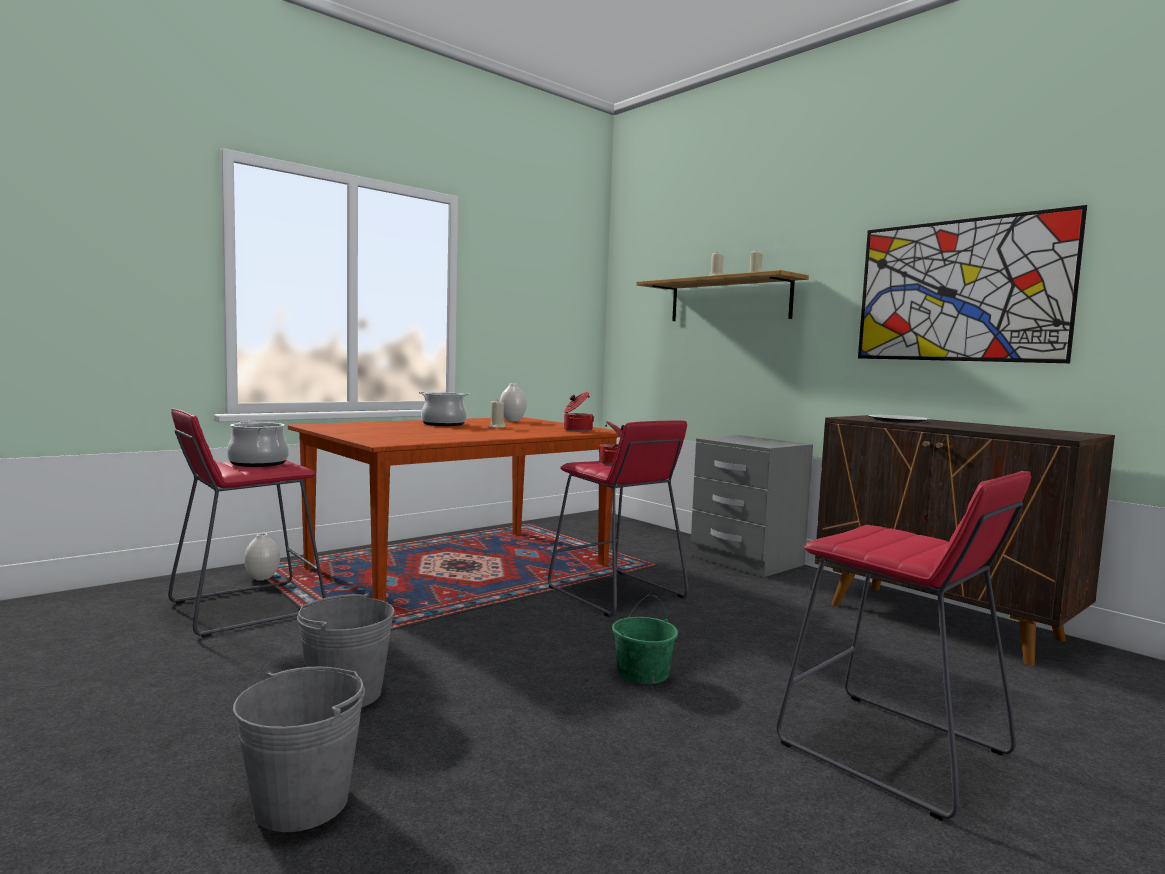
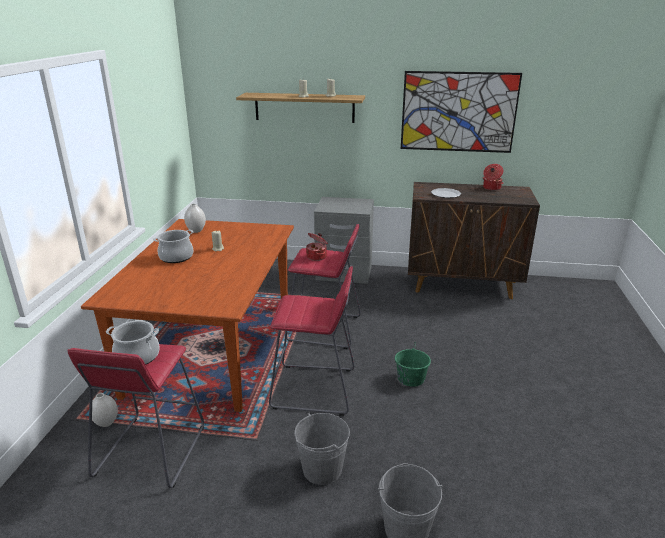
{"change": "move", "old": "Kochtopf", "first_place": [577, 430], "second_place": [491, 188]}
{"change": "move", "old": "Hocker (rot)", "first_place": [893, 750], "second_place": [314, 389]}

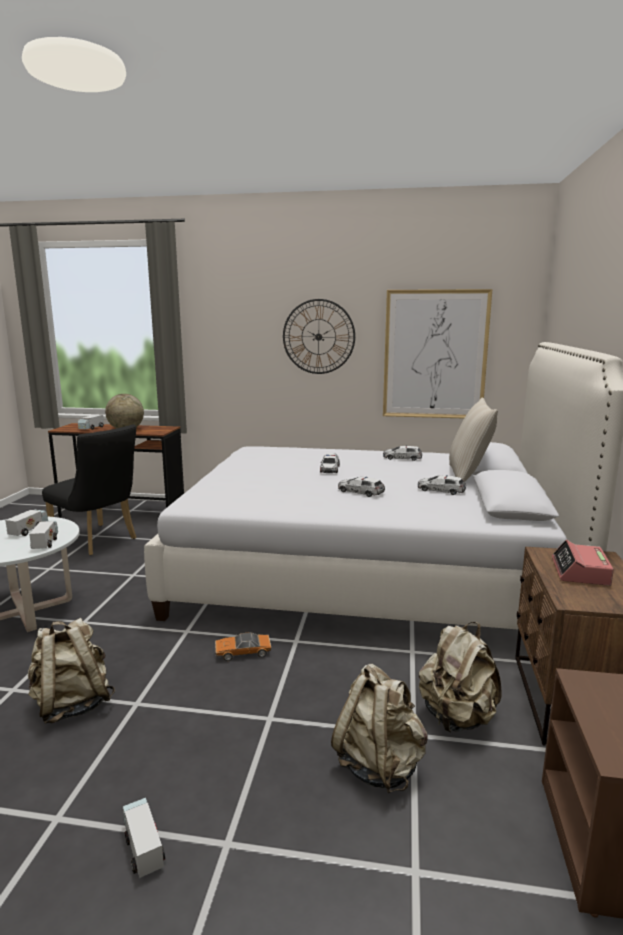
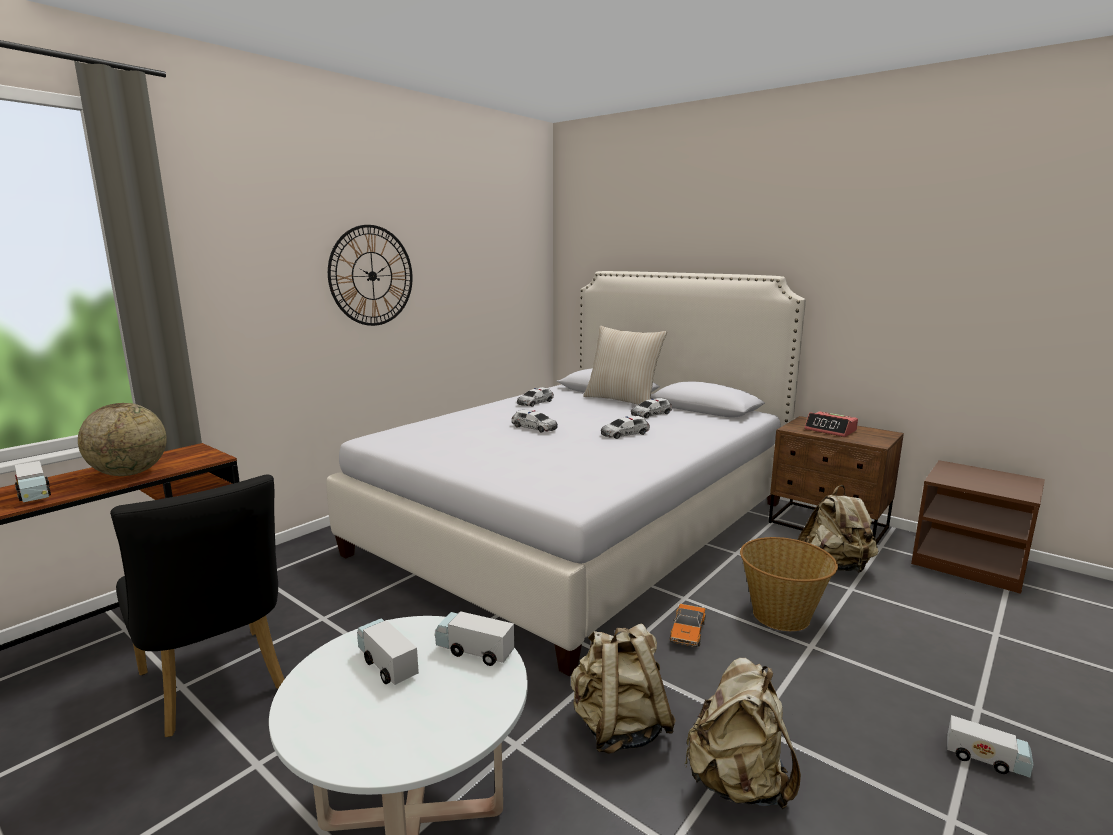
{"change": "delete", "old": "Bild", "first_place": [435, 355]}
{"change": "insert", "new": "Korb", "second_place": [781, 615]}
{"change": "move", "old": "Rucksack (beige)", "first_place": [380, 765], "second_place": [619, 728]}
{"change": "rotate", "old": "Stuhl (schwarz)", "first_place": [98, 541], "second_place": [217, 687], "degrees": 75}
{"change": "rotate", "old": "Spielzeuglaster", "first_place": [143, 846], "second_place": [986, 759], "degrees": -150}

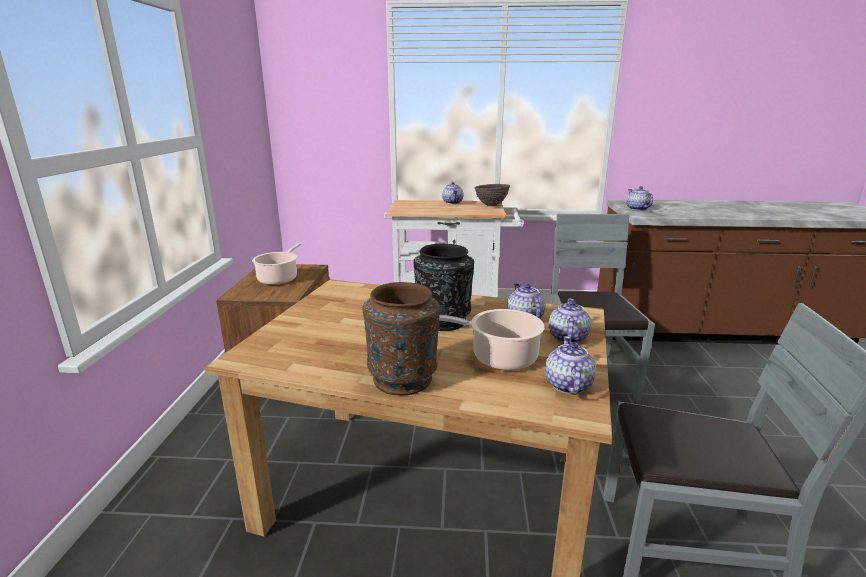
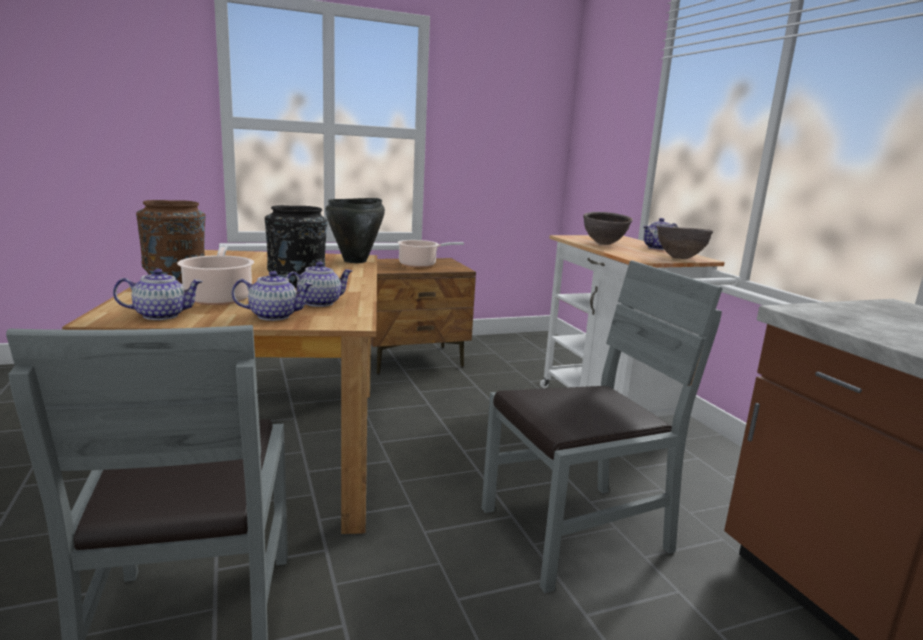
{"change": "delete", "old": "Teekanne", "first_place": [637, 209]}
{"change": "insert", "new": "Kochtopf (schwarz)", "second_place": [355, 261]}
{"change": "insert", "new": "Schüssel (braun)", "second_place": [604, 244]}

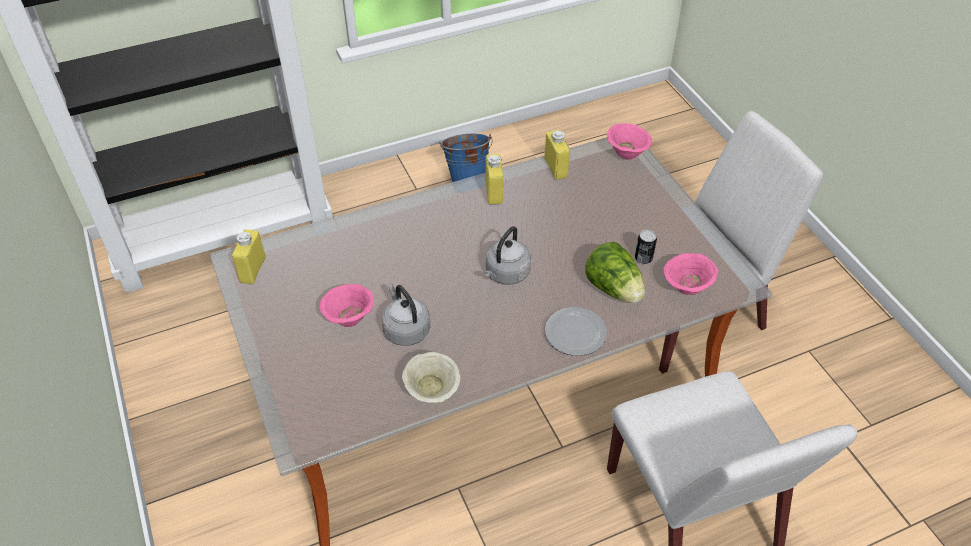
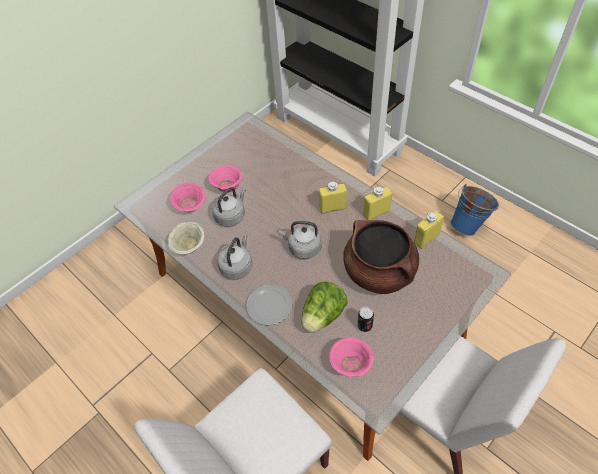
{"change": "insert", "new": "Wasserkessel (grau)", "second_place": [237, 266]}
{"change": "insert", "new": "Kochtopf (braun)", "second_place": [379, 272]}
{"change": "move", "old": "Flasche (gelb)", "first_place": [253, 270], "second_place": [332, 207]}
{"change": "move", "old": "Schüssel (rosa)", "first_place": [626, 153], "second_place": [191, 206]}

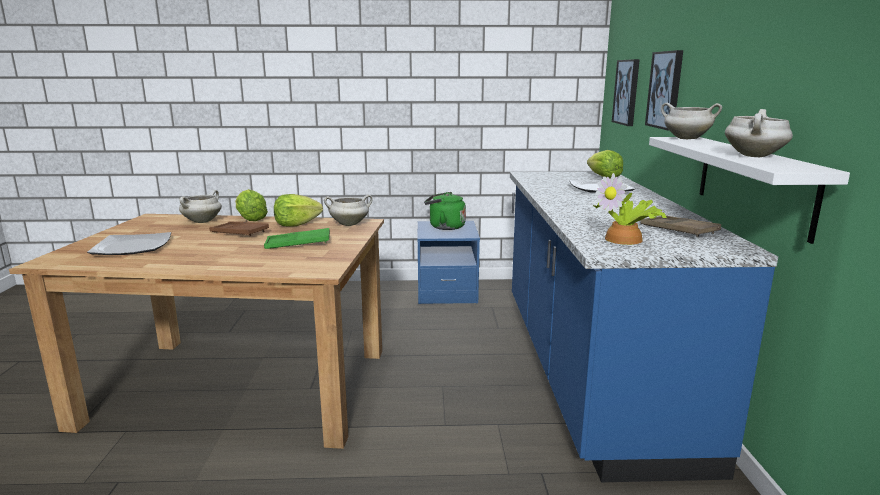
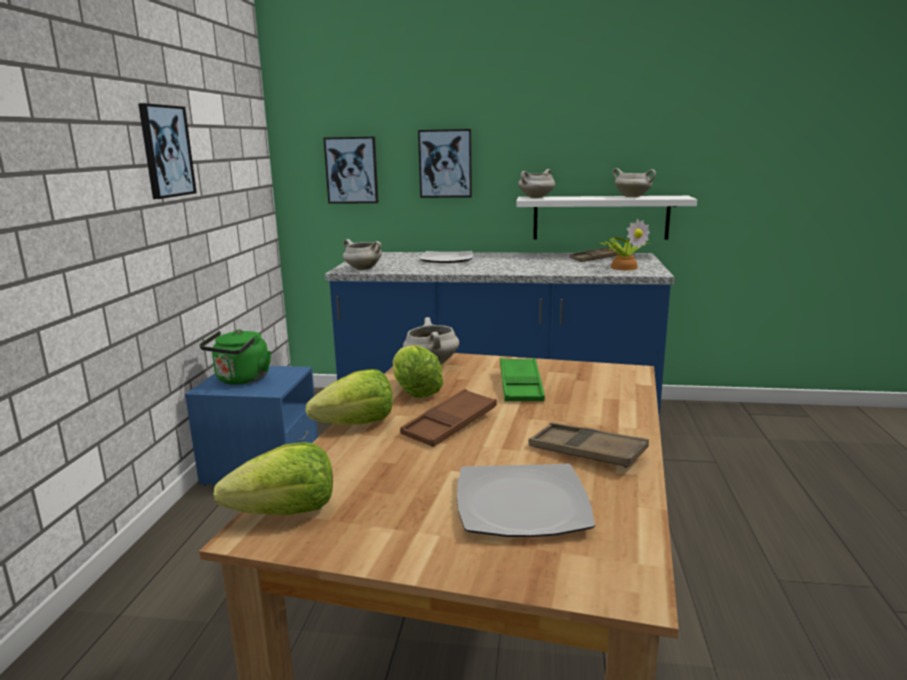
{"change": "insert", "new": "Bild", "second_place": [166, 151]}
{"change": "insert", "new": "Tablett (braun)", "second_place": [586, 452]}
{"change": "move", "old": "Kochtopf (weiß)", "first_place": [202, 221], "second_place": [362, 269]}
{"change": "move", "old": "Salatkopf", "first_place": [603, 177], "second_place": [285, 513]}

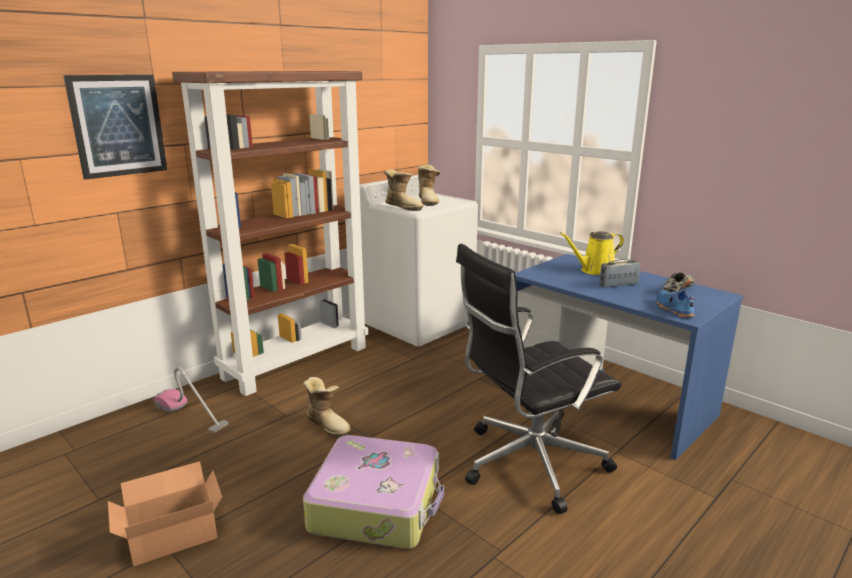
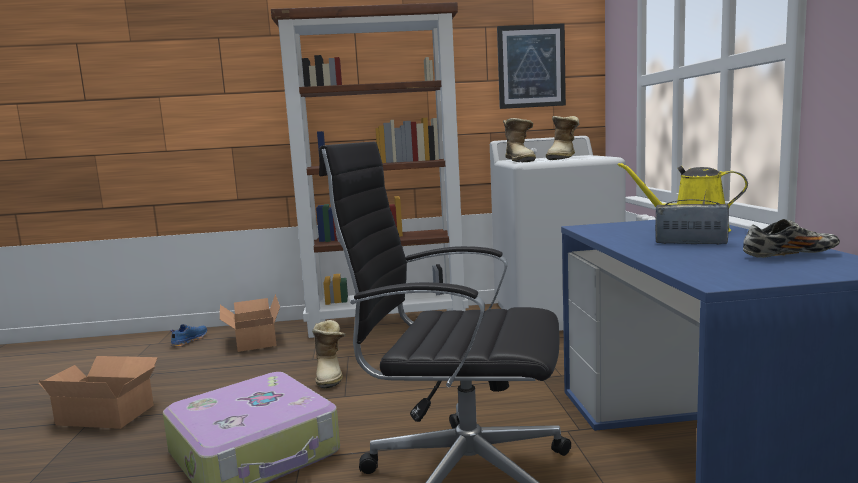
{"change": "move", "old": "Bild", "first_place": [118, 125], "second_place": [531, 66]}
{"change": "move", "old": "Schuh (blau)", "first_place": [673, 309], "second_place": [189, 340]}
{"change": "replace", "old": "Staubsauger", "new": "Karton", "first_place": [191, 415], "second_place": [253, 341]}

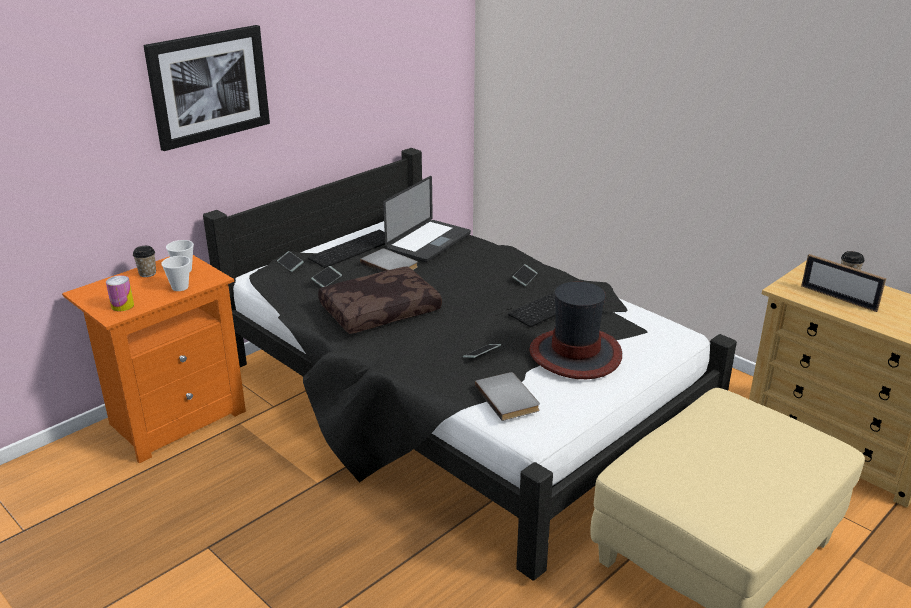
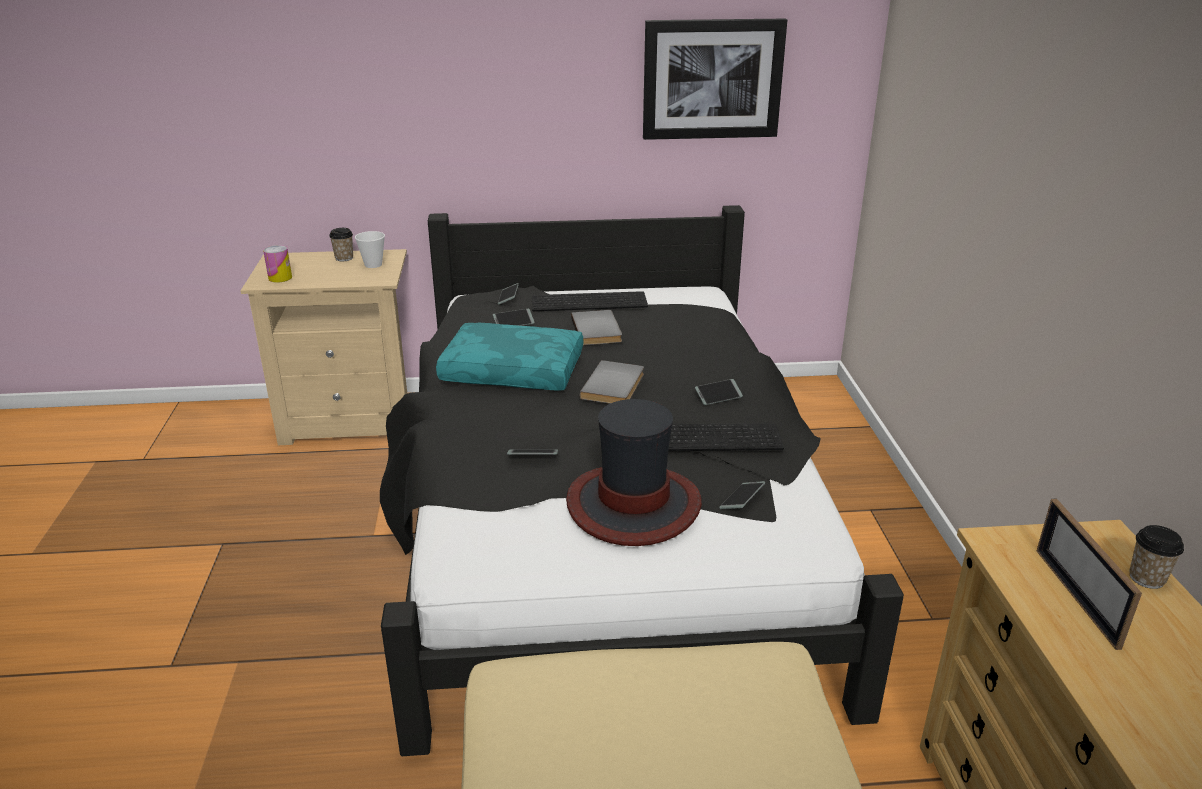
{"change": "delete", "old": "Tasse", "first_place": [180, 287]}
{"change": "delete", "old": "Laptop", "first_place": [428, 242]}
{"change": "insert", "new": "Handy", "second_place": [742, 500]}
{"change": "move", "old": "Bild", "first_place": [209, 86], "second_place": [712, 79]}
{"change": "move", "old": "Buch (grau)", "first_place": [509, 398], "second_place": [615, 386]}
{"change": "recolor", "old": "Nachttisch (orange)", "new": "Nachttisch (beige)", "first_place": [174, 418], "second_place": [351, 420]}
{"change": "recolor", "old": "Kissen (braun)", "new": "Kissen (türkis)", "first_place": [380, 310], "second_place": [514, 371]}

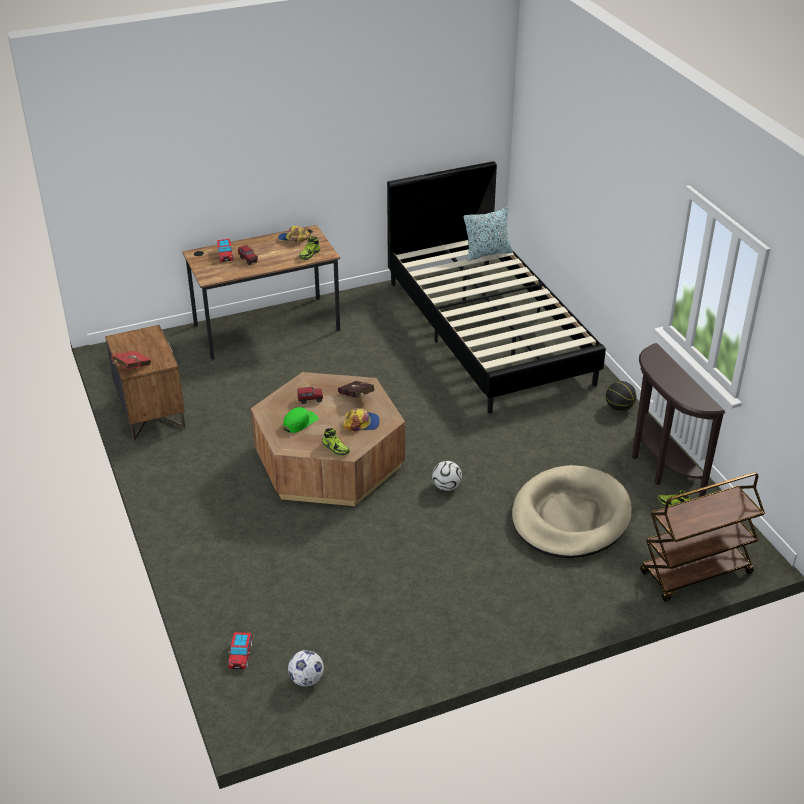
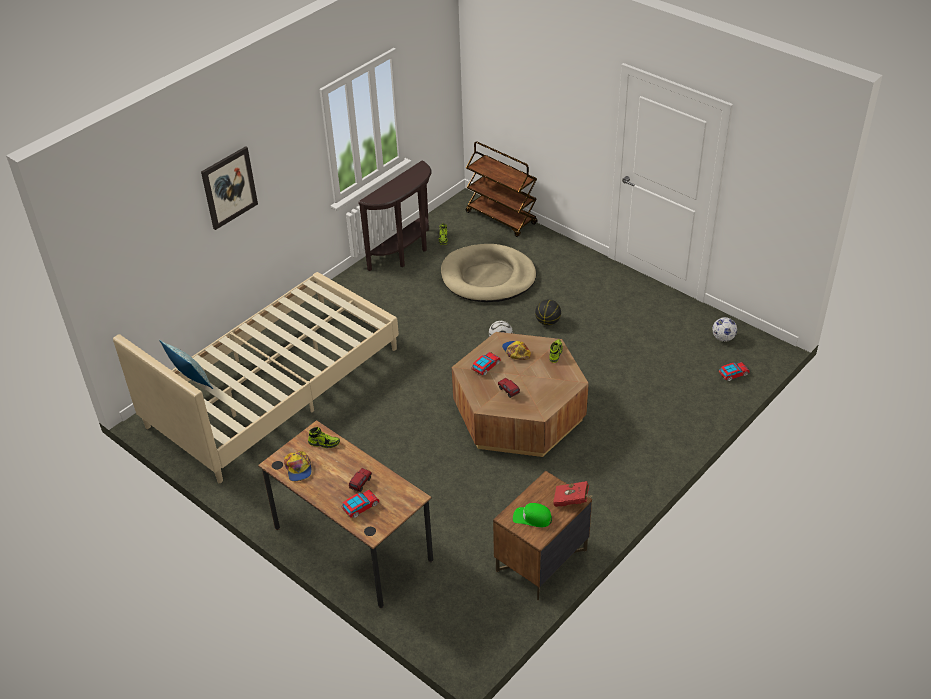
{"change": "insert", "new": "Bild", "second_place": [229, 187]}
{"change": "move", "old": "Kappe (grün)", "first_place": [300, 422], "second_place": [532, 518]}
{"change": "move", "old": "Basketball", "first_place": [619, 408], "second_place": [548, 322]}
{"change": "replace", "old": "Buch (rot)", "new": "Spielzeugauto", "first_place": [357, 397], "second_place": [486, 367]}
{"change": "recolor", "old": "Bett (schwarz)", "new": "Bett (beige)", "first_place": [488, 331], "second_place": [274, 387]}

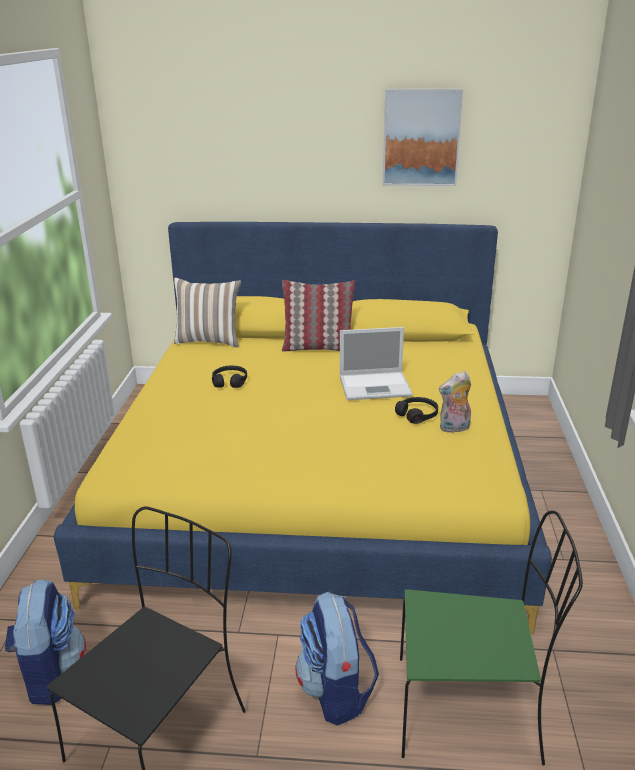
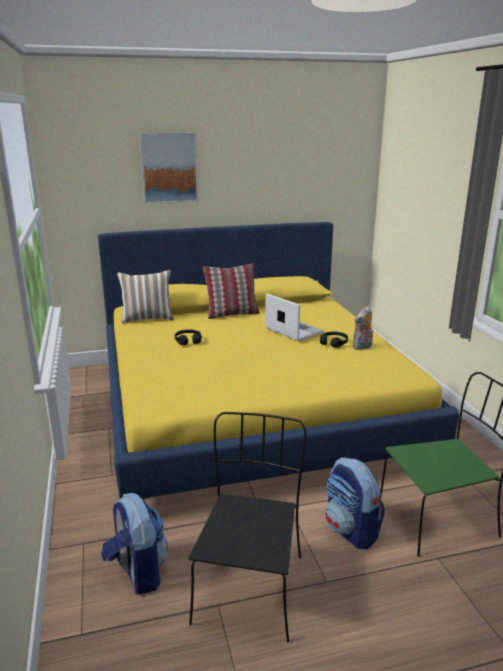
{"change": "move", "old": "Bild", "first_place": [421, 138], "second_place": [169, 168]}
{"change": "rotate", "old": "Laptop", "first_place": [376, 386], "second_place": [293, 330], "degrees": -105}

